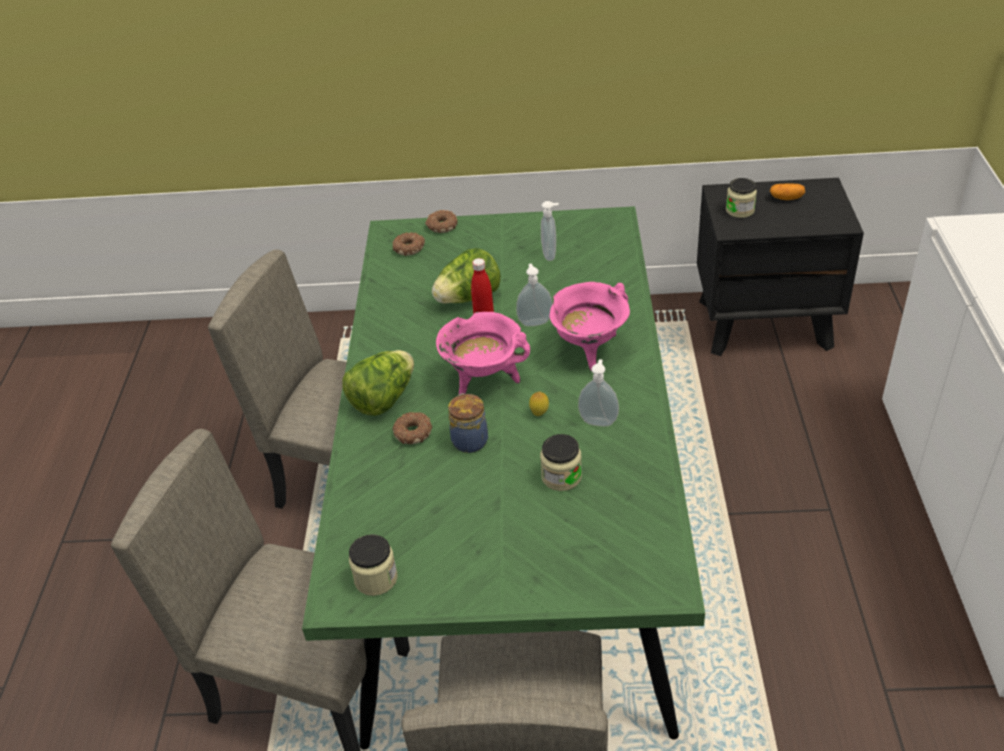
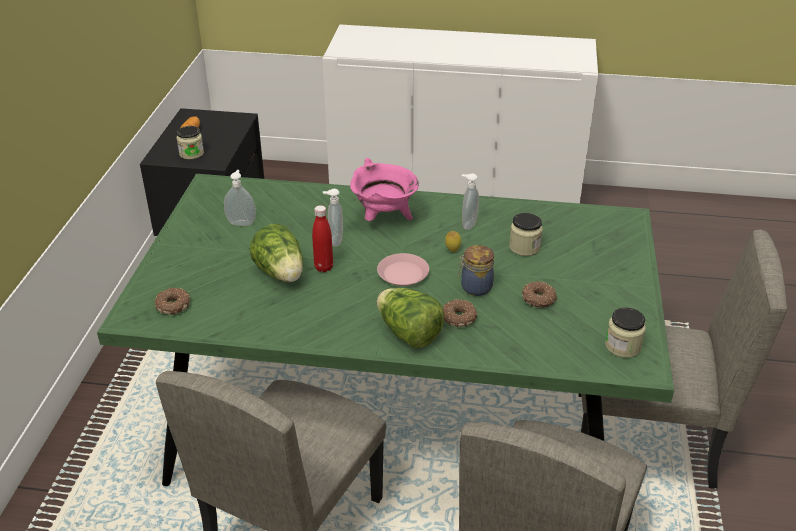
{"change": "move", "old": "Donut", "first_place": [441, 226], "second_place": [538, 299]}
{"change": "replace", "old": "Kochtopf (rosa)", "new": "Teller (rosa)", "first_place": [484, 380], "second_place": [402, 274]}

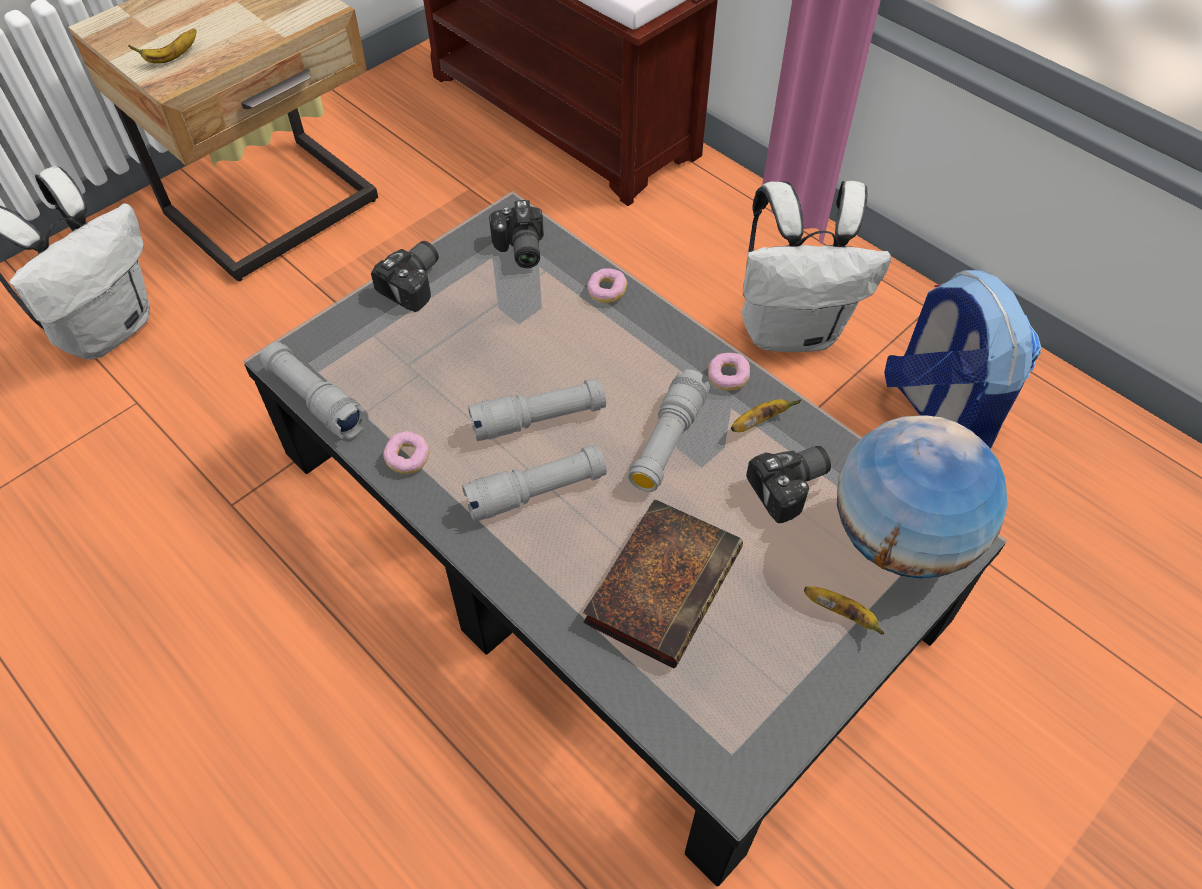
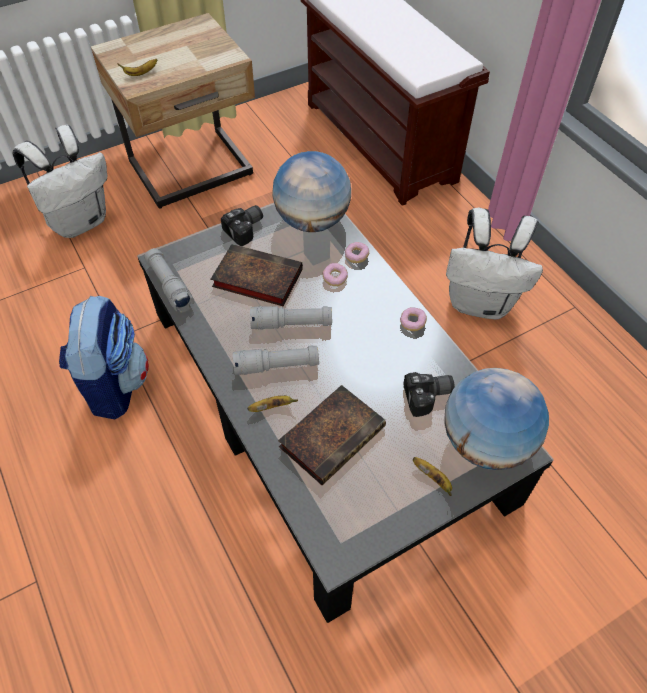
{"change": "delete", "old": "Taschenlampe (grau)", "first_place": [667, 441]}
{"change": "insert", "new": "Buch", "second_place": [255, 278]}
{"change": "move", "old": "Donut", "first_place": [408, 459], "second_place": [335, 278]}
{"change": "move", "old": "Banane", "first_place": [758, 422], "second_place": [272, 407]}
{"change": "move", "old": "Rucksack", "first_place": [938, 414], "second_place": [114, 384]}
{"change": "replace", "old": "Kamera", "new": "Globus", "first_place": [519, 250], "second_place": [312, 221]}

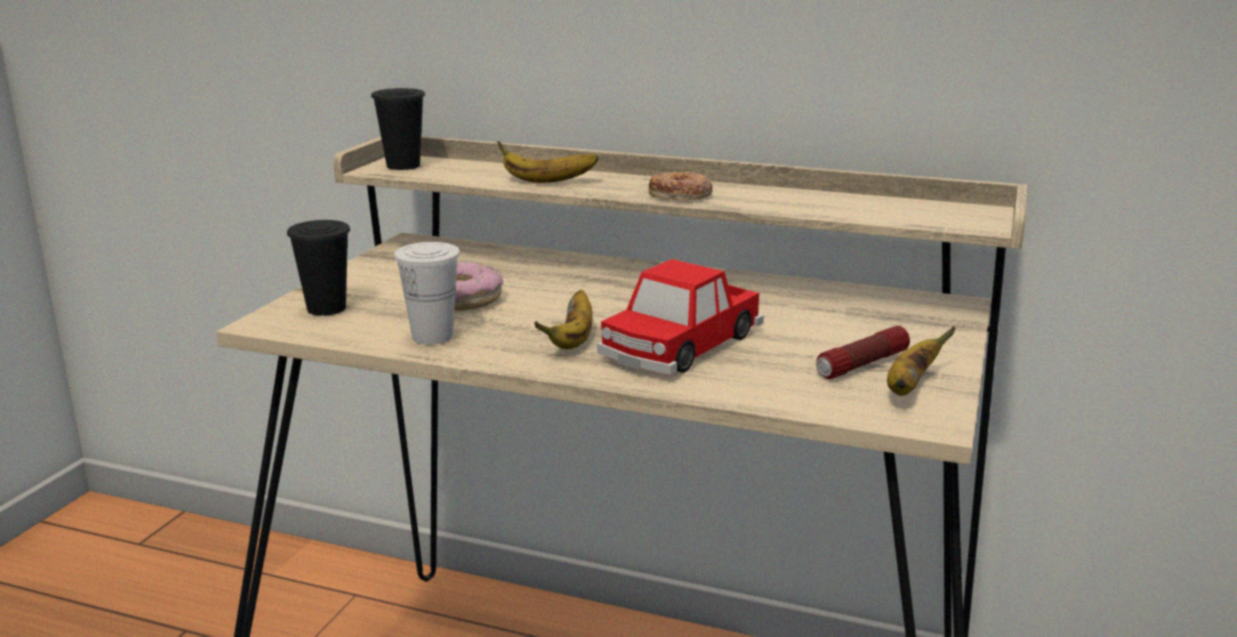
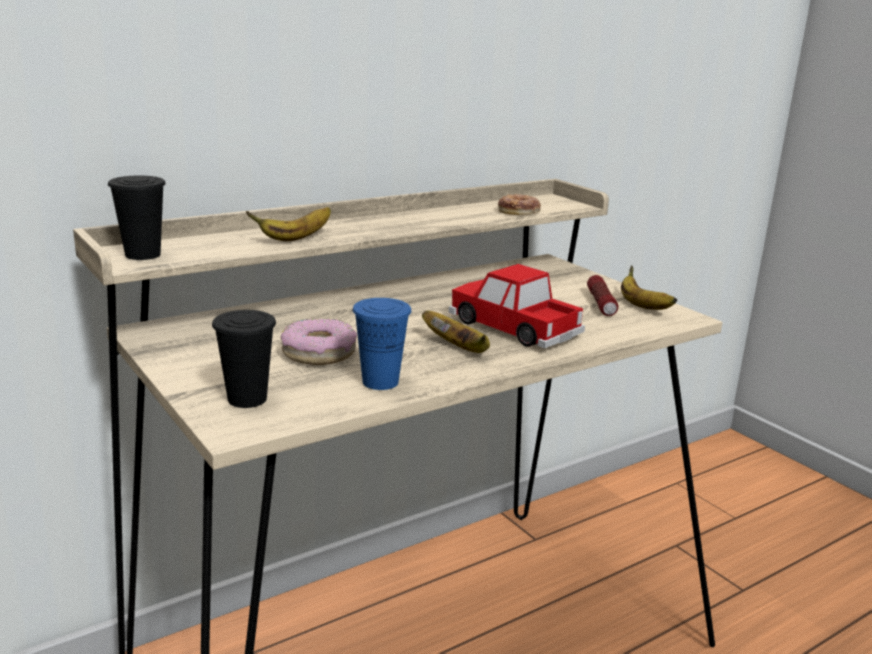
{"change": "move", "old": "Donut", "first_place": [680, 195], "second_place": [519, 211]}
{"change": "recolor", "old": "Tasse (weiß)", "new": "Tasse (blau)", "first_place": [432, 336], "second_place": [380, 382]}
{"change": "rotate", "old": "Spielzeugauto", "first_place": [681, 345], "second_place": [513, 327], "degrees": 150}

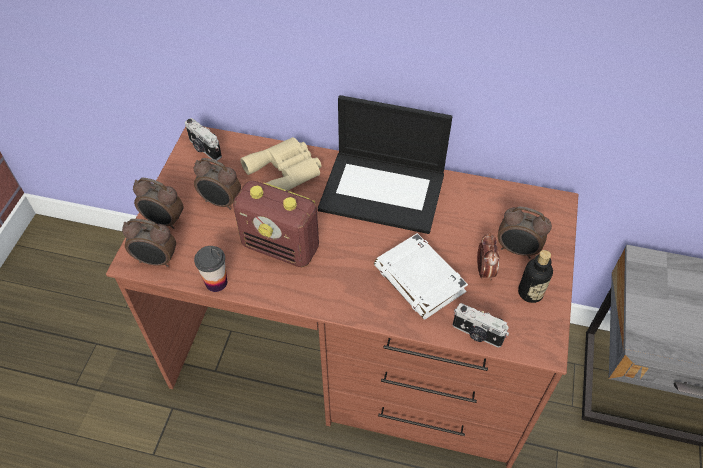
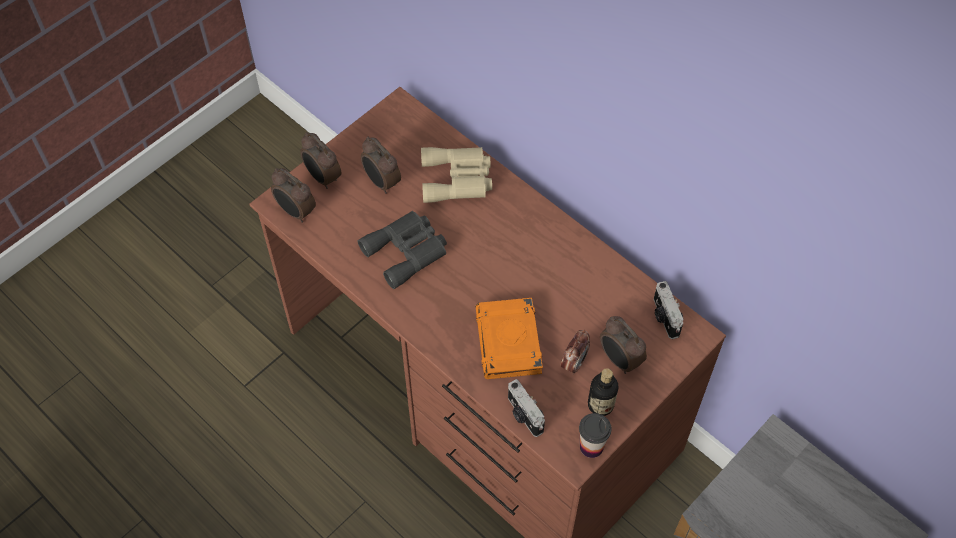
{"change": "delete", "old": "Laptop", "first_place": [384, 191]}
{"change": "move", "old": "Kamera", "first_place": [204, 149], "second_place": [664, 317]}
{"change": "move", "old": "Tasse", "first_place": [216, 282], "second_place": [591, 446]}
{"change": "replace", "old": "Radio", "new": "Fernglas (grau)", "first_place": [281, 247], "second_place": [407, 251]}
{"change": "recolor", "old": "Buch (weiß)", "new": "Buch (orange)", "first_place": [420, 280], "second_place": [509, 342]}

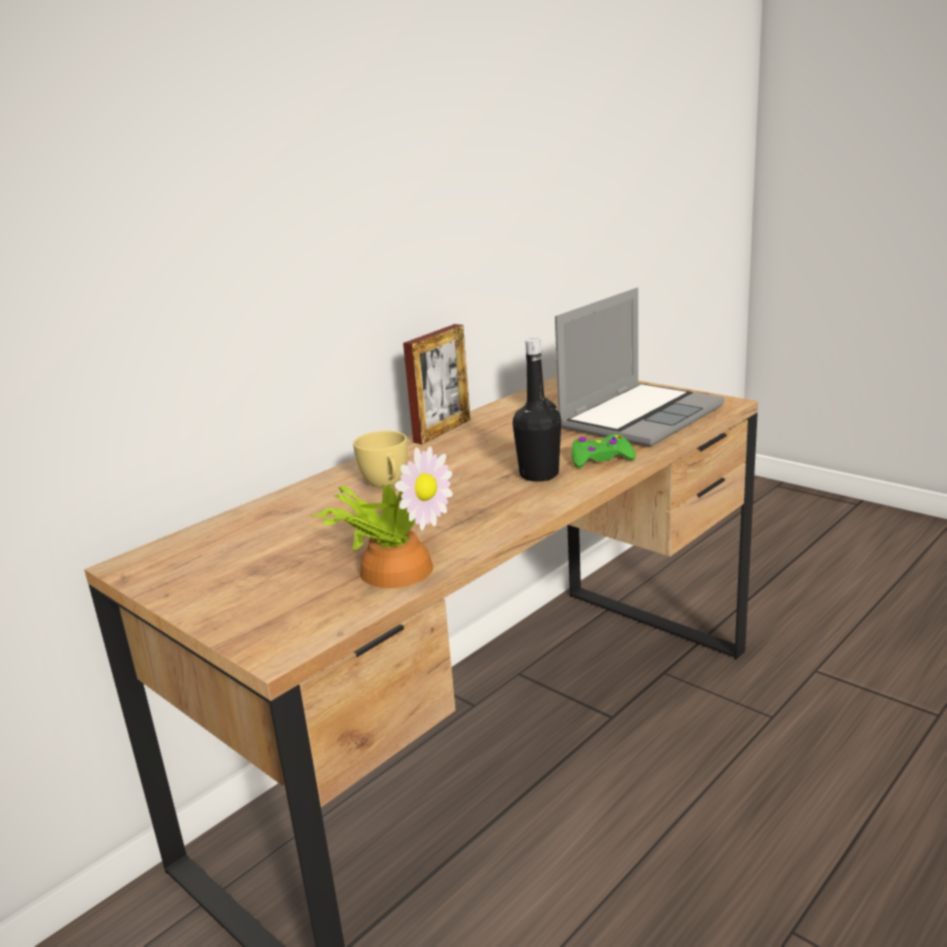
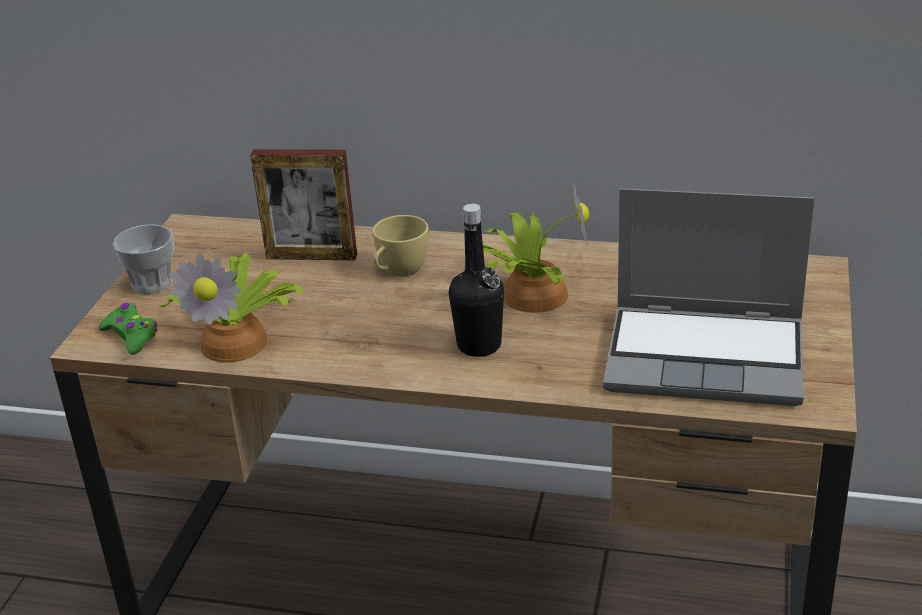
{"change": "insert", "new": "Tasse", "second_place": [152, 283]}
{"change": "insert", "new": "Topfpflanze", "second_place": [531, 294]}
{"change": "move", "old": "Bilderrahmen", "first_place": [442, 431], "second_place": [311, 256]}
{"change": "move", "old": "Gamepad (grün)", "first_place": [601, 459], "second_place": [131, 336]}

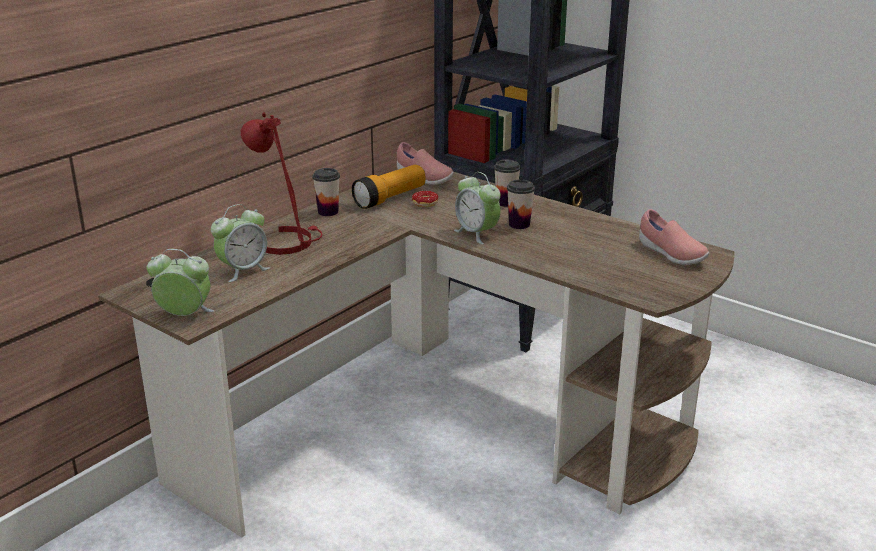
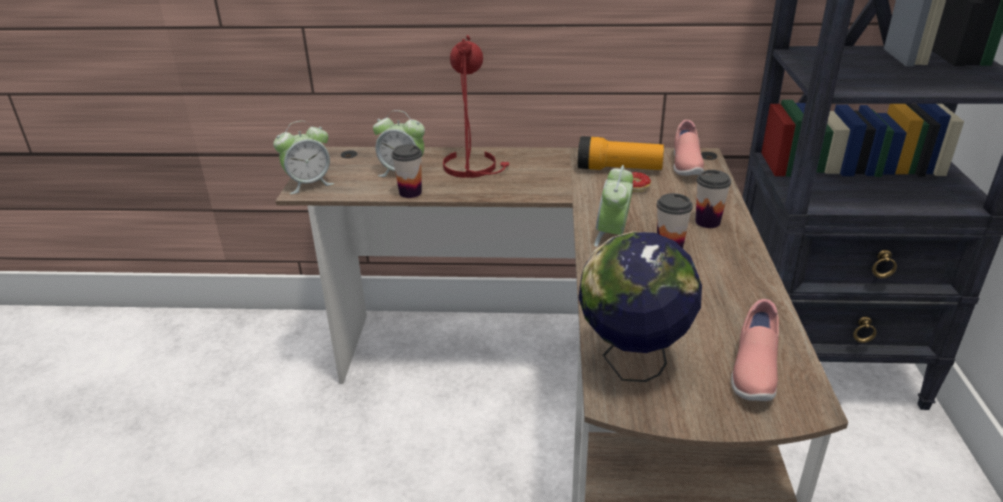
{"change": "insert", "new": "Globus", "second_place": [632, 364]}
{"change": "move", "old": "Tasse", "first_place": [328, 212], "second_place": [410, 192]}
{"change": "rotate", "old": "Wecker", "first_place": [185, 315], "second_place": [309, 184], "degrees": 90}

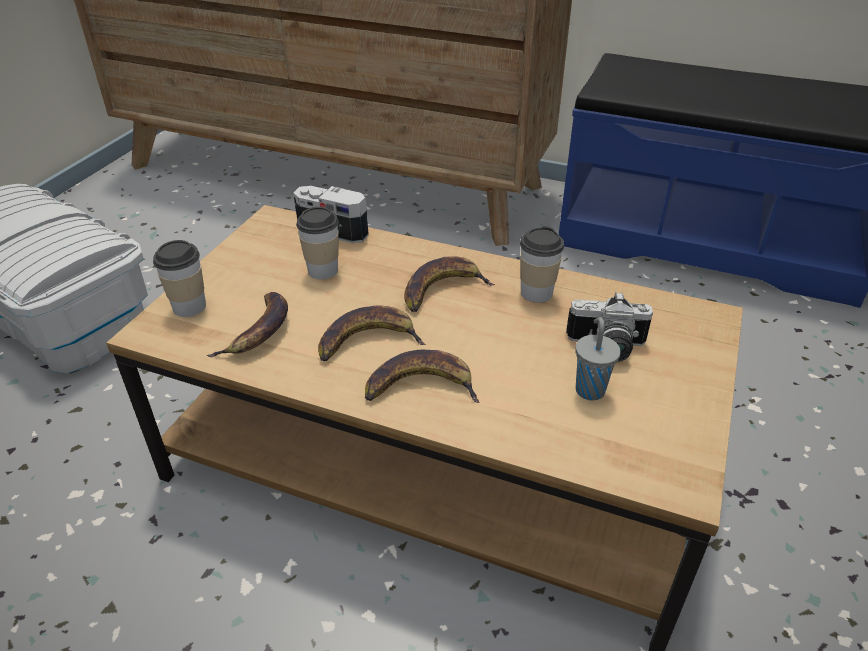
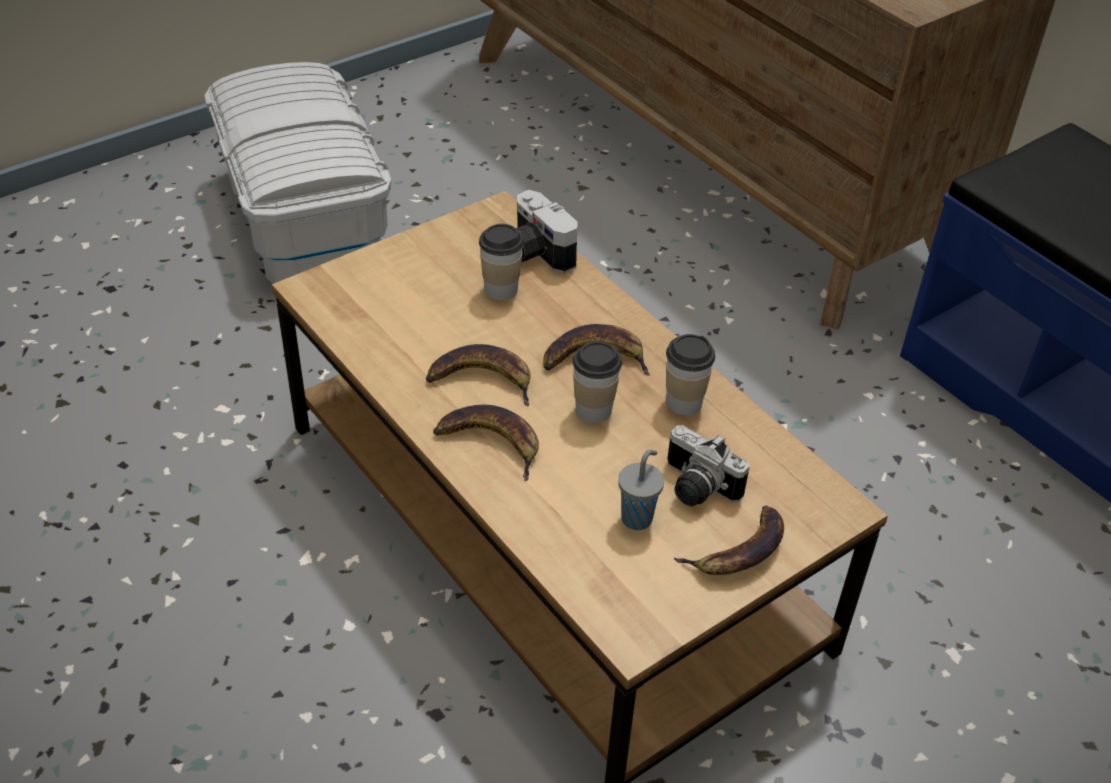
{"change": "move", "old": "Tasse", "first_place": [189, 307], "second_place": [593, 410]}
{"change": "move", "old": "Banane", "first_place": [259, 331], "second_place": [739, 551]}

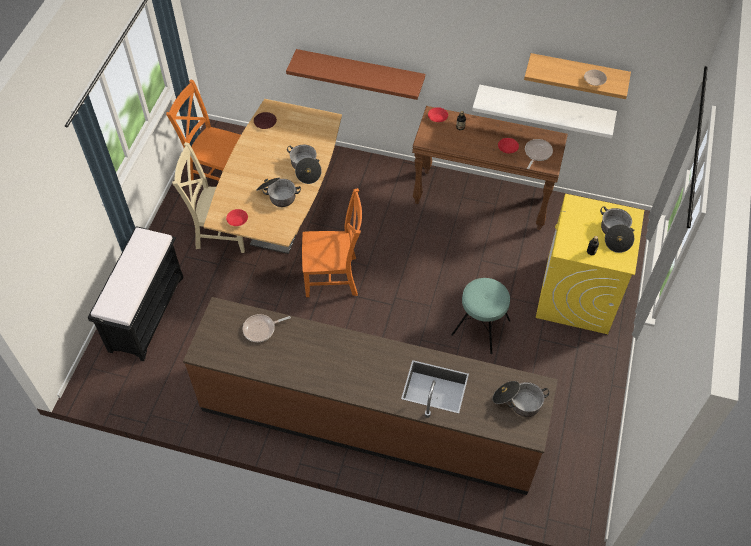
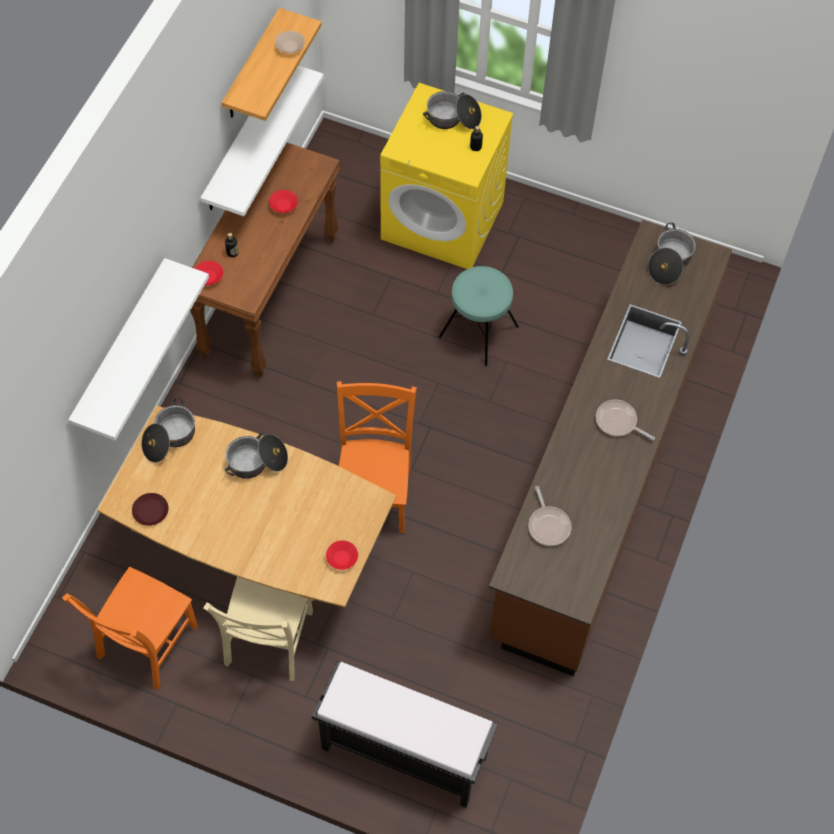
{"change": "move", "old": "Kochtopf", "first_place": [278, 195], "second_place": [169, 438]}
{"change": "move", "old": "Pfanne", "first_place": [537, 153], "second_place": [618, 422]}
{"change": "recolor", "old": "Wandregal (braun)", "new": "Wandregal (weiß)", "first_place": [360, 70], "second_place": [120, 346]}

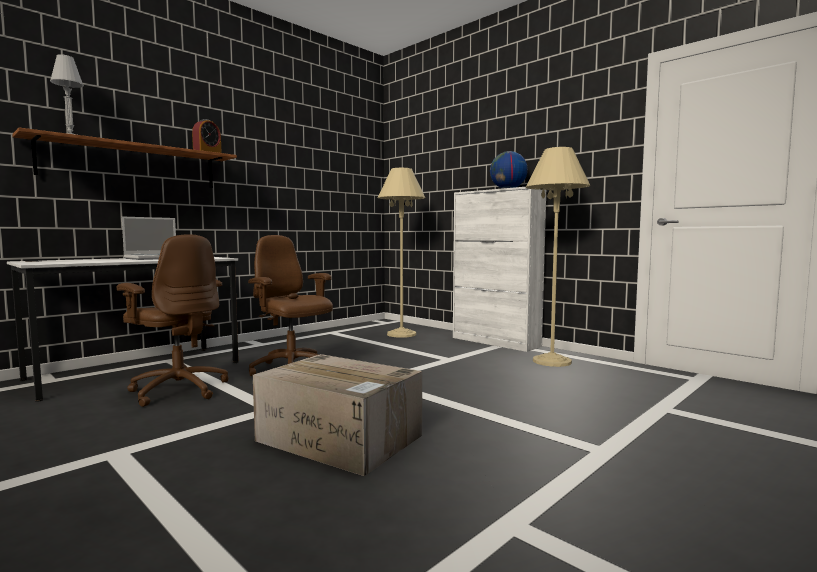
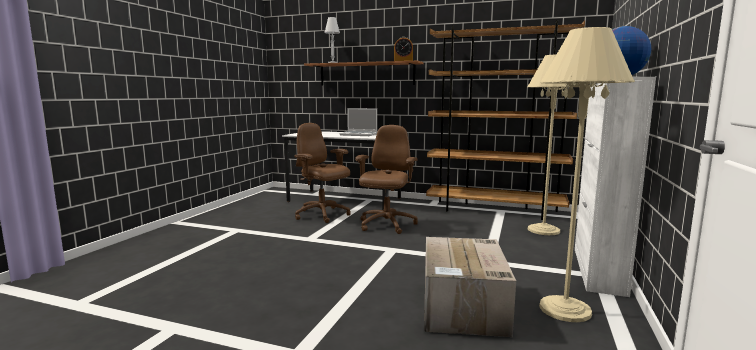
{"change": "insert", "new": "Bücherregal (braun)", "second_place": [494, 210]}
{"change": "move", "old": "Karton", "first_place": [341, 438], "second_place": [463, 306]}
{"change": "rotate", "old": "Bürostuhl (braun)", "first_place": [179, 390], "second_place": [322, 215], "degrees": 120}

